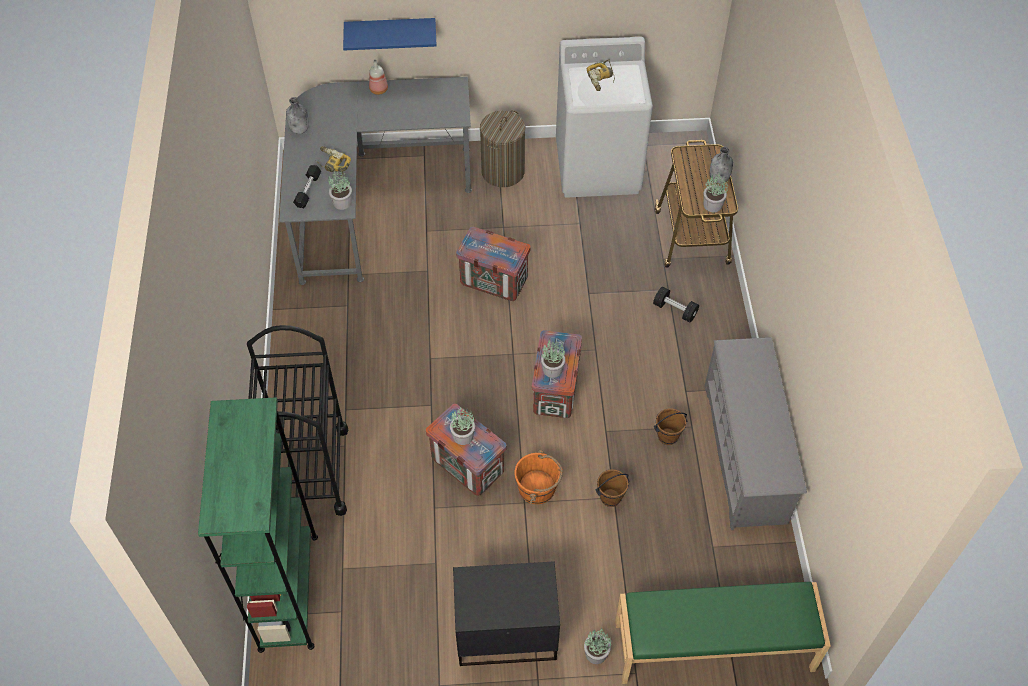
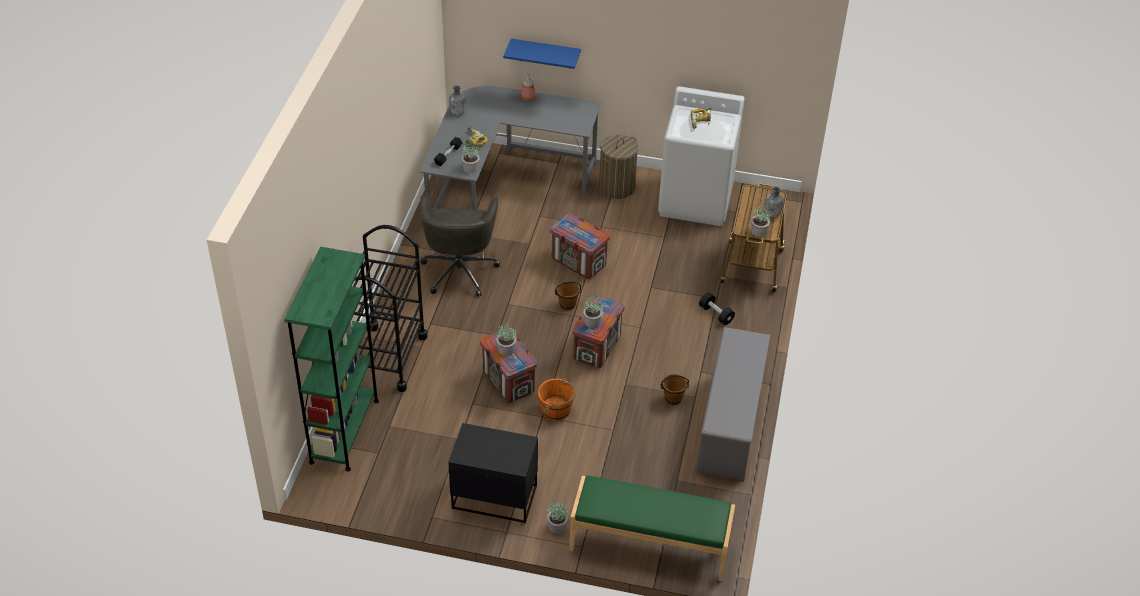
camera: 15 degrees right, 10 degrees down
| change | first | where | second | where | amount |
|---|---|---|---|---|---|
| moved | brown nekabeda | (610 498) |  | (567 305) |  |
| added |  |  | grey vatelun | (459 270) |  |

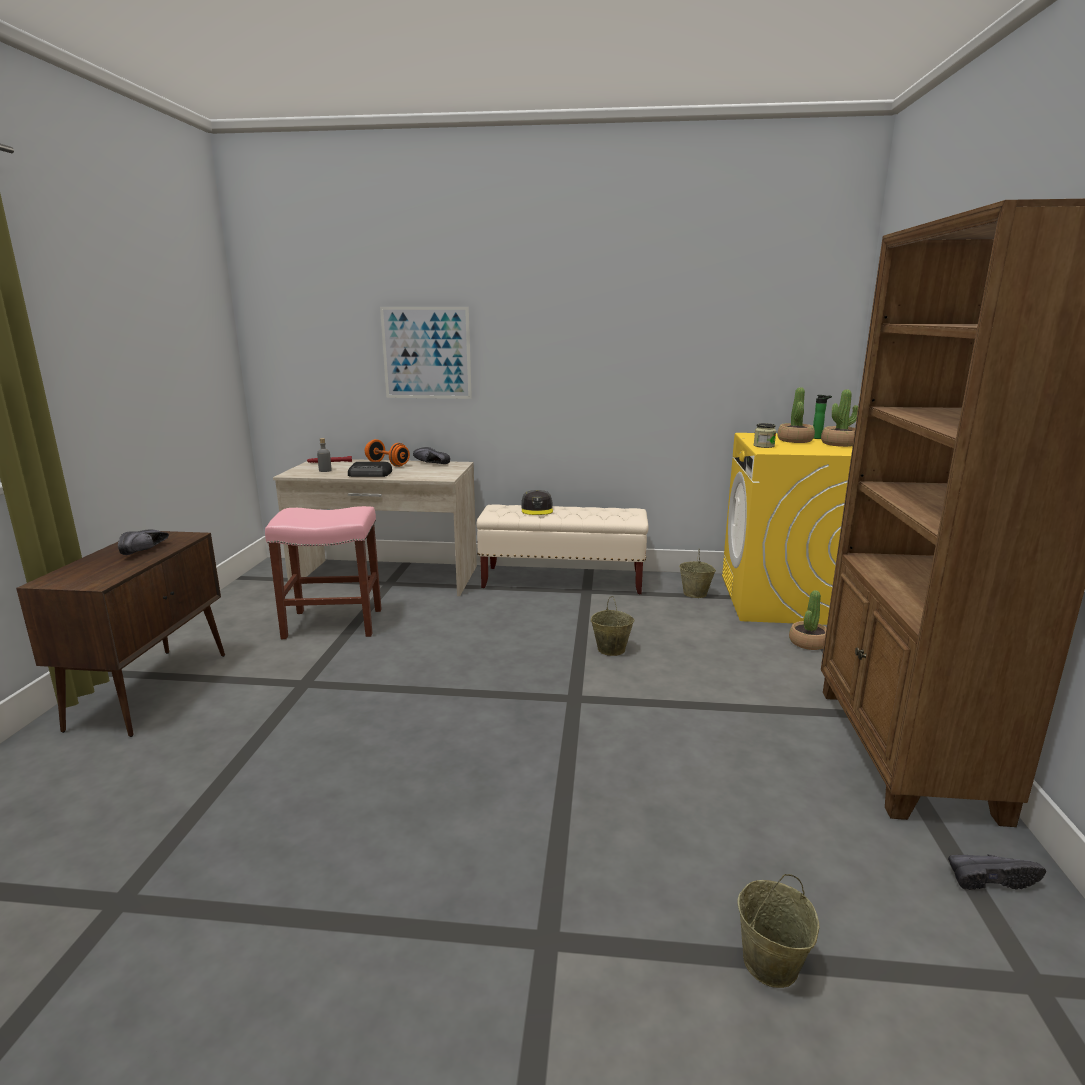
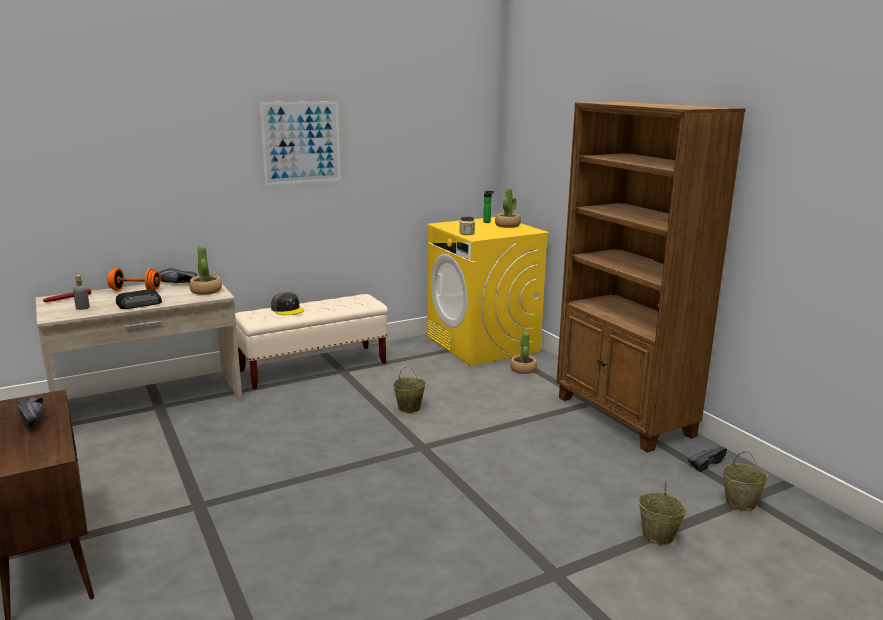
camera: 35 degrees left, 0 degrees up
| change | first | where | second | where | amount |
|---|---|---|---|---|---|
| moved | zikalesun | (426 353) |  | (301 142) |  |
| moved | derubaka | (795 440) |  | (206 291) |  |
| removed | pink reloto | (332 624) |  |  |  |
| moved | beige nekabeda | (695 594) |  | (741 503) |  |

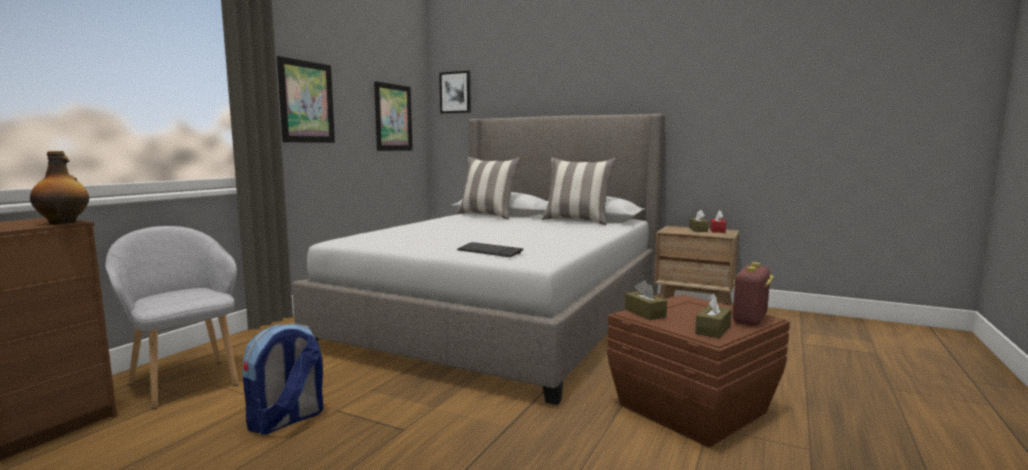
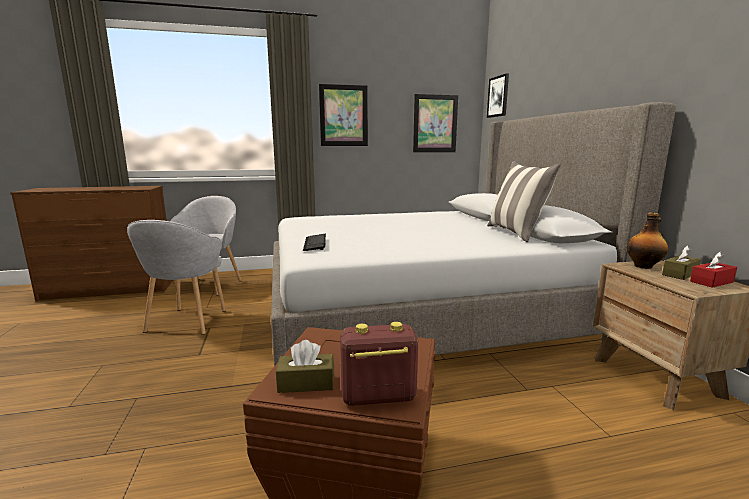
camera: 50 degrees right, 5 degrees up
| change | first | where | second | where | amount |
|---|---|---|---|---|---|
| moved | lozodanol | (64 223) |  | (644 266) |  |
| removed | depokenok | (488 216) |  |  |  |
| removed | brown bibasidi | (645 313) |  |  |  |
| replaced | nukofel | (286 420) | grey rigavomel | (186 322) |  |

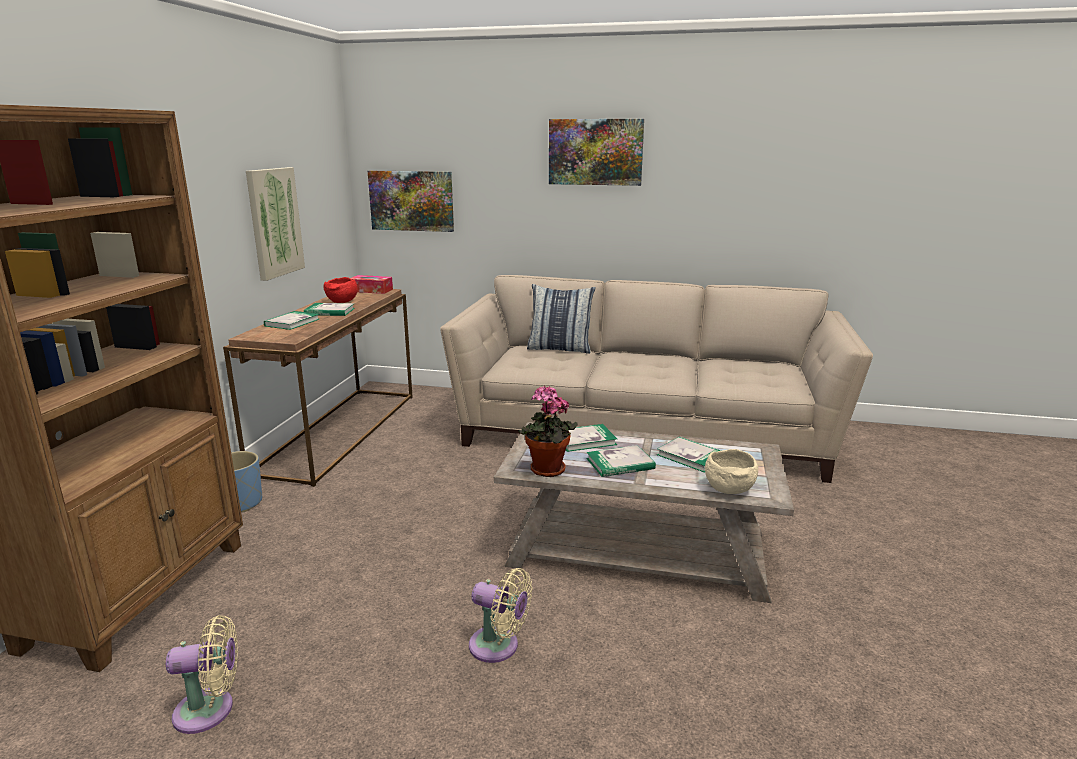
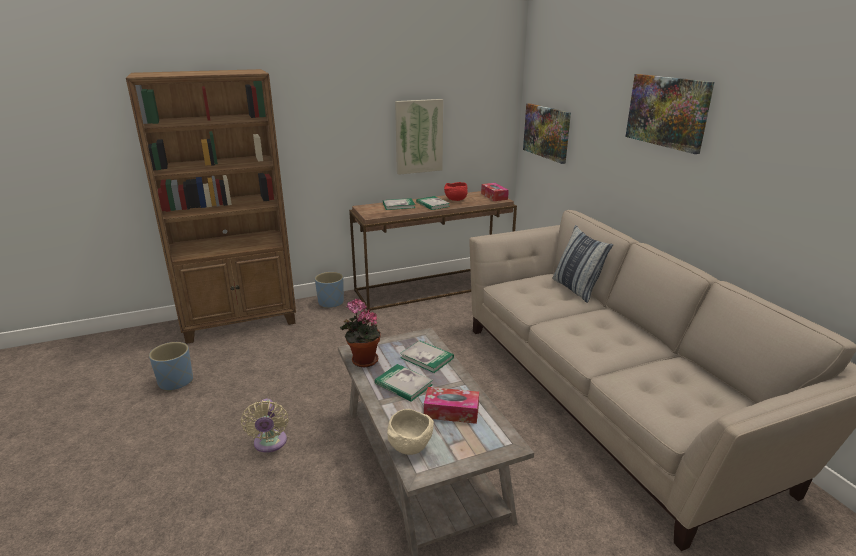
camera: 55 degrees right, 5 degrees up
| change | first | where | second | where | amount |
|---|---|---|---|---|---|
| replaced | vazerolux | (691 456) | bibasidi | (451 412) |  |
| replaced | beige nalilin | (210 710) | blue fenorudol | (176 381) |  |

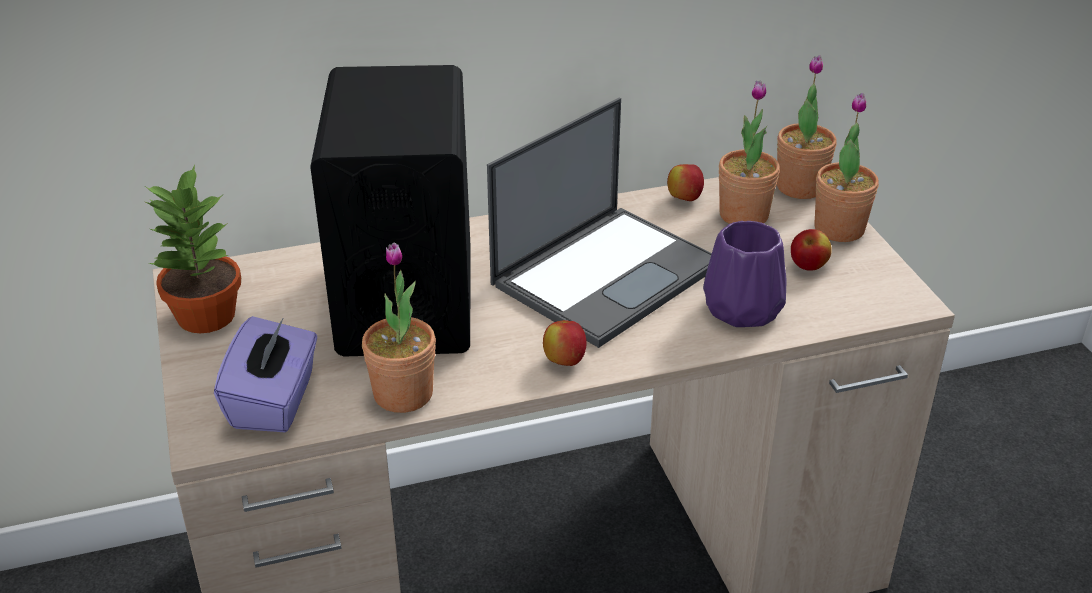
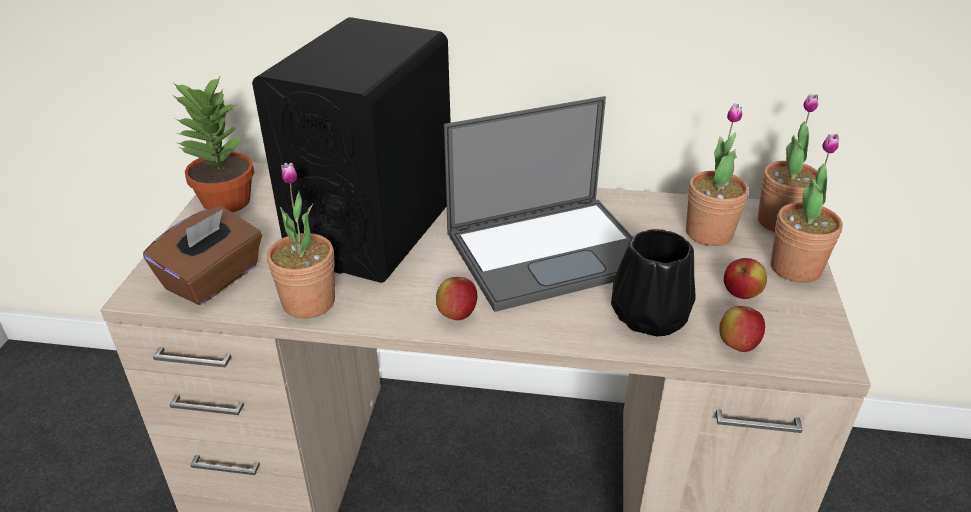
camera: 25 degrees right, 0 degrees up
| change | first | where | second | where | amount |
|---|---|---|---|---|---|
| moved | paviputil | (684 198) |  | (737 345) |  |
| recoloured | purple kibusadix | (744 309) | black kibusadix | (652 316) |  |
| recoloured | purple bibasidi | (274 401) | brown bibasidi | (214 278) |  |

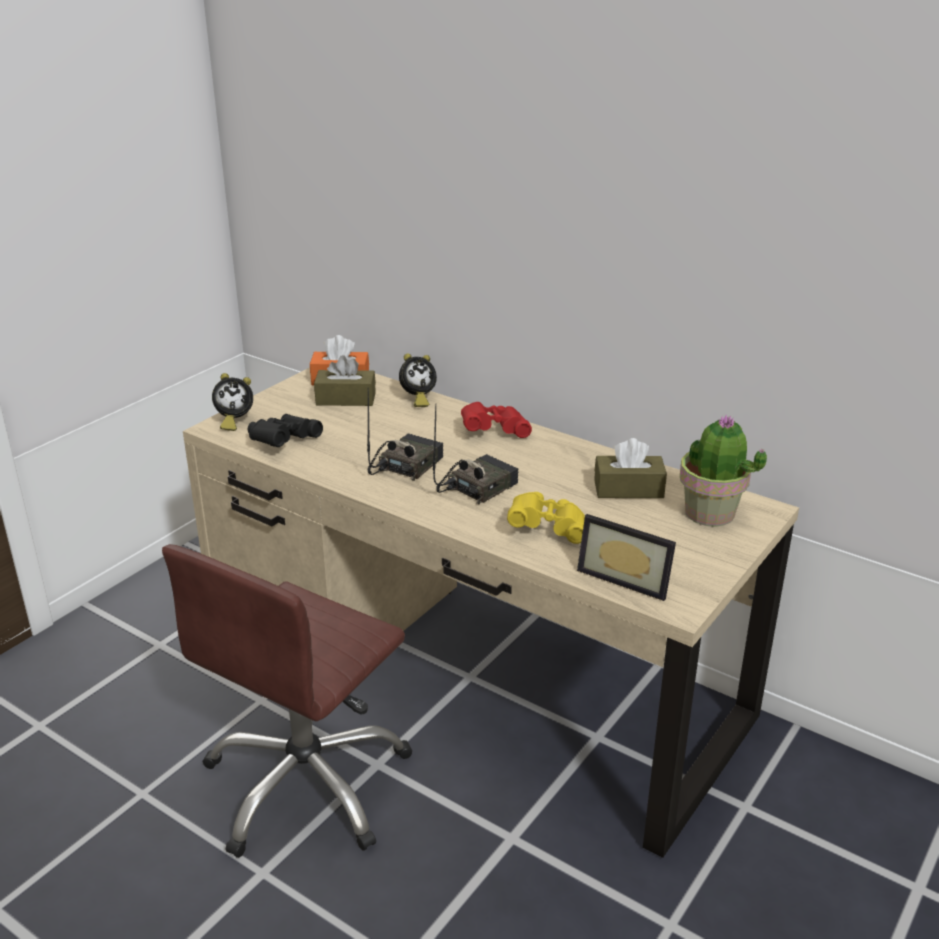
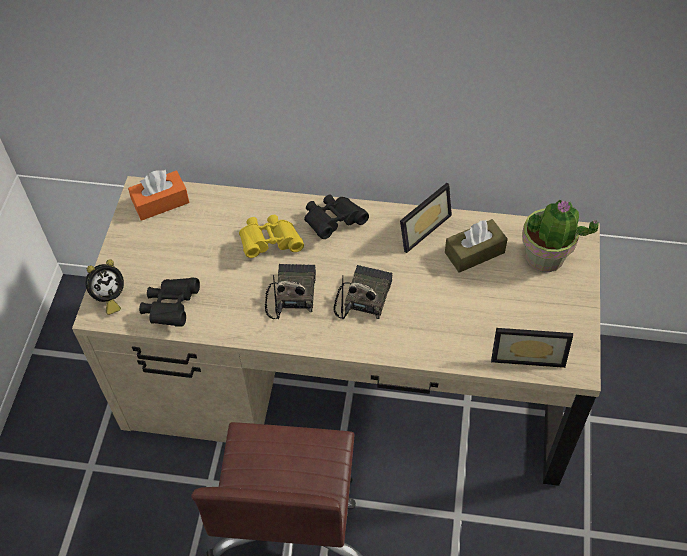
camera: 25 degrees left, 25 degrees up
| change | first | where | second | where | amount |
|---|---|---|---|---|---|
| removed | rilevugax | (417 399) |  |  |  |
| removed | brown bibasidi | (346 399) |  |  |  |
| recoloured | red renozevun | (494 431) | black renozevun | (333 222) |  |
| moved | yellow renozevun | (548 529) |  | (270 243) |  |
| added |  |  | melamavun | (420 227) |  |

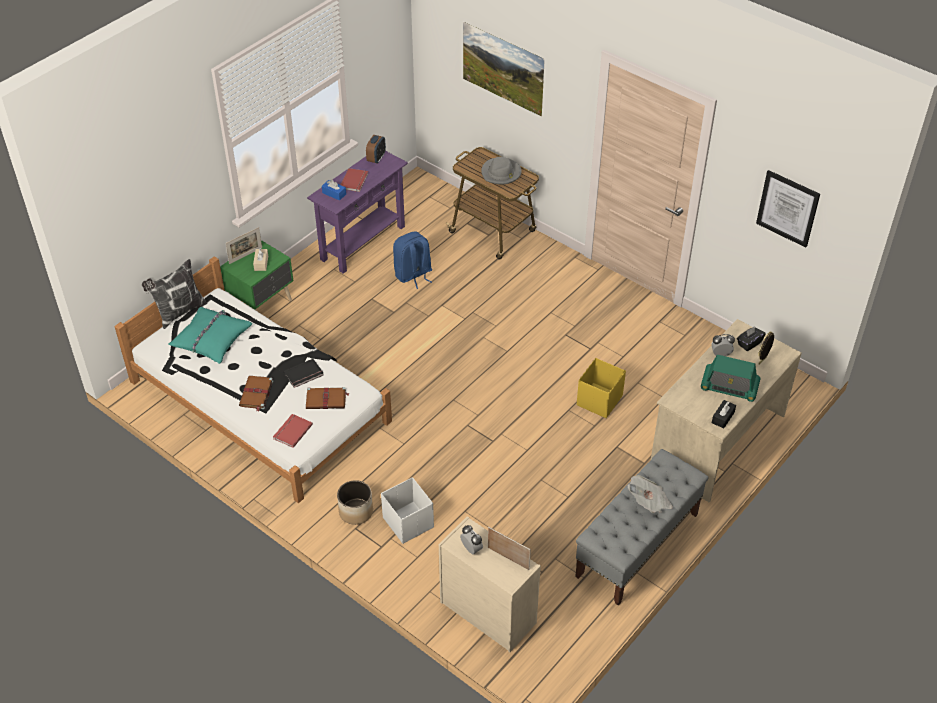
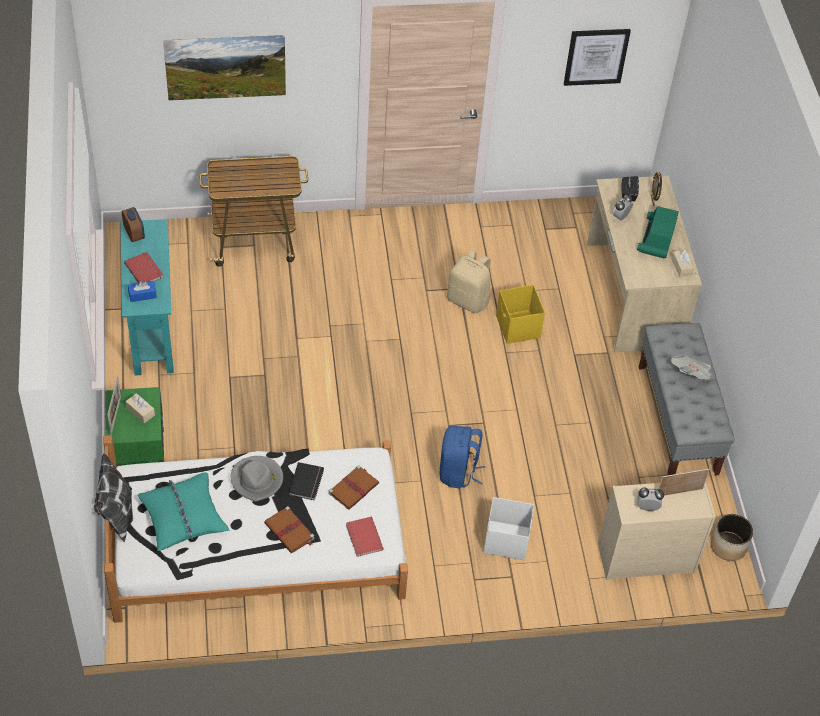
camera: 50 degrees left, 5 degrees up
| change | first | where | second | where | amount |
|---|---|---|---|---|---|
| recoloured | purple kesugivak | (363 243) | turquoise kesugivak | (153 331) |  |
| moved | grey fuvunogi | (501 173) |  | (257 479) |  |
| moved | blue nukofel | (413 275) |  | (458 472) |  |
| turned | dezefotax | (729 386) |  | (656 239) | 135 degrees clockwise |
| recoloured | black bibasidi | (723 417) | beige bibasidi | (681 267) |  |
| moved | fenorudol | (355 512) |  | (728 546) |  |
| added |  |  | beige nukofel | (468 300) |  |

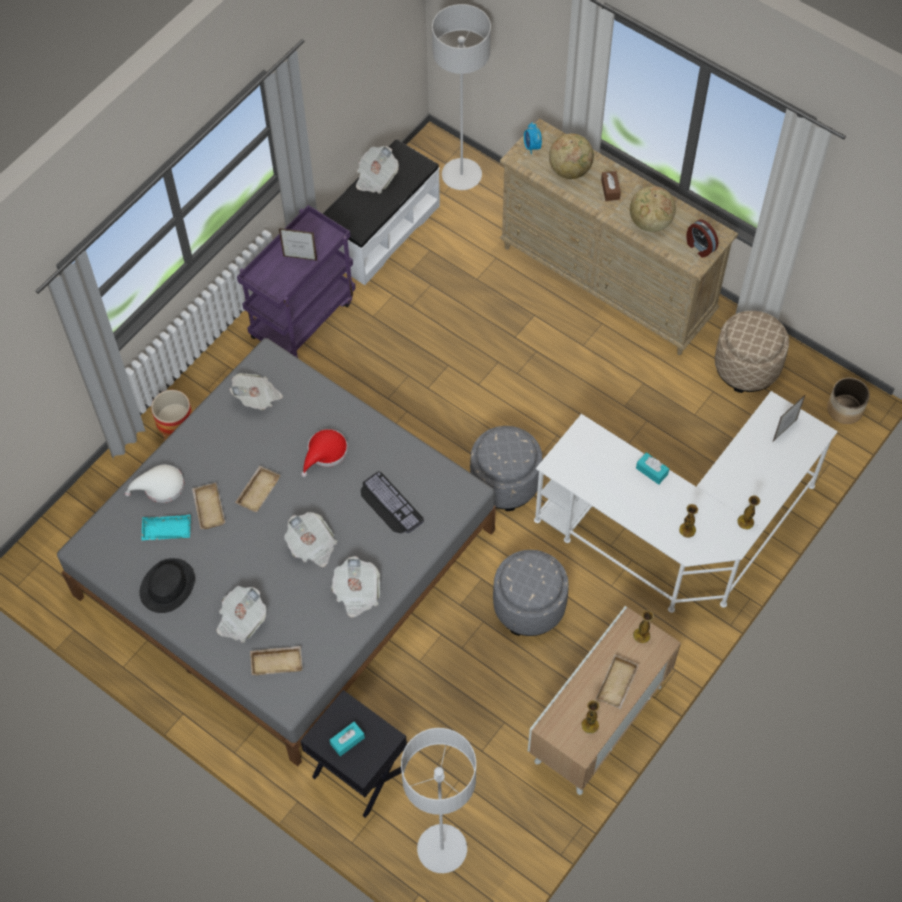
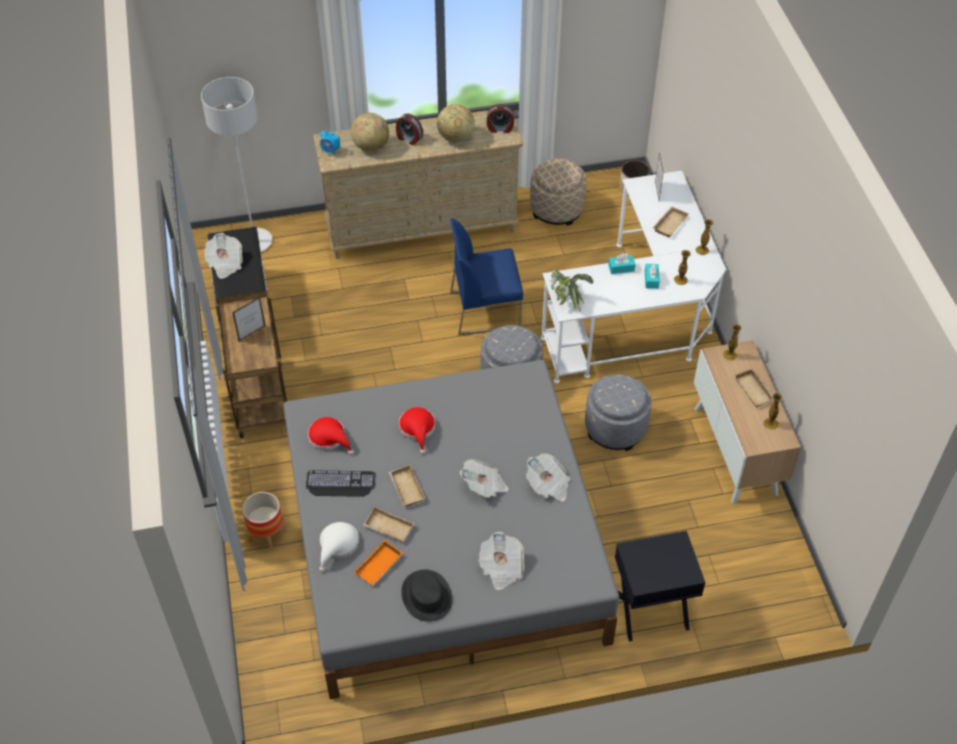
camera: 50 degrees left, 10 degrees down
| change | first | where | second | where | amount |
|---|---|---|---|---|---|
| replaced | brown bibasidi | (610 189) | rilevugax | (409 138) |  |
| recoloured | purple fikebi | (303 317) | brown fikebi | (259 398) |  |
| replaced | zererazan | (257 398) | red fuvunogi | (329 438) |  |
| moved | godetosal | (388 504) |  | (339 484) |  |
| recoloured | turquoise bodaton | (166 531) | orange bodaton | (379 566) |  |
| moved | beige bodaton | (277 661) |  | (669 223) |  |
| moved | turquoise bibasidi | (347 741) |  | (651 279) |  |
| removed | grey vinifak | (442 849) |  |  |  |
| added |  |  | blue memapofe | (485 309) |  |
| added |  |  | derubaka | (567 299) |  |

